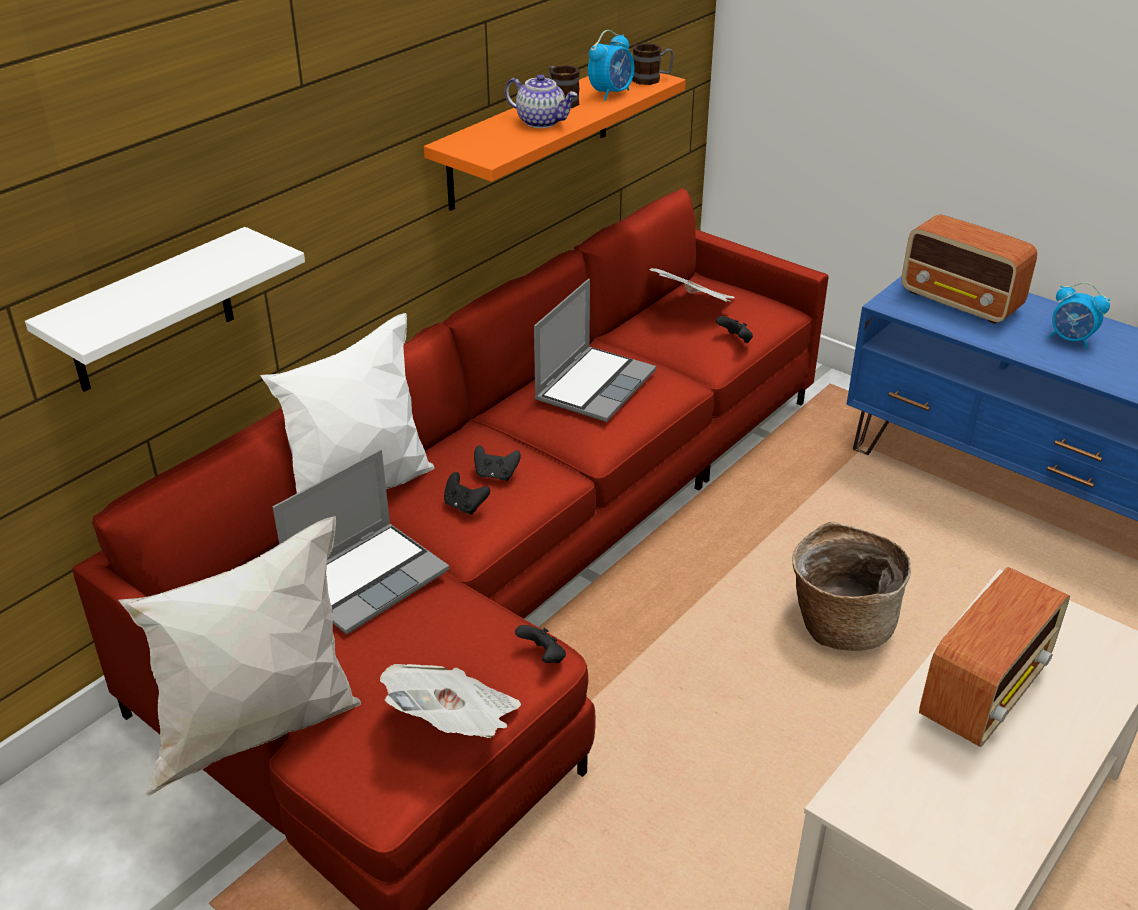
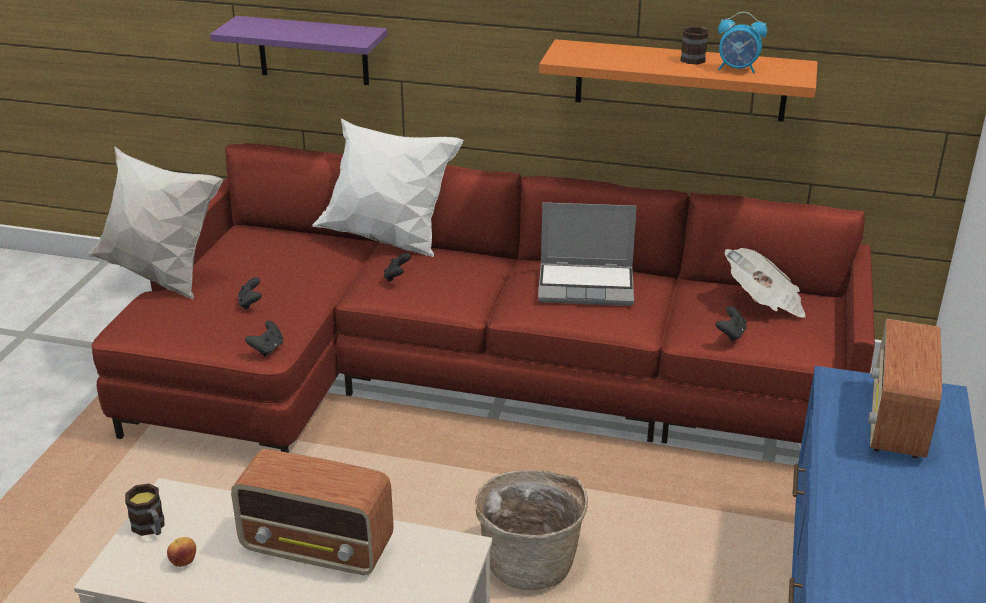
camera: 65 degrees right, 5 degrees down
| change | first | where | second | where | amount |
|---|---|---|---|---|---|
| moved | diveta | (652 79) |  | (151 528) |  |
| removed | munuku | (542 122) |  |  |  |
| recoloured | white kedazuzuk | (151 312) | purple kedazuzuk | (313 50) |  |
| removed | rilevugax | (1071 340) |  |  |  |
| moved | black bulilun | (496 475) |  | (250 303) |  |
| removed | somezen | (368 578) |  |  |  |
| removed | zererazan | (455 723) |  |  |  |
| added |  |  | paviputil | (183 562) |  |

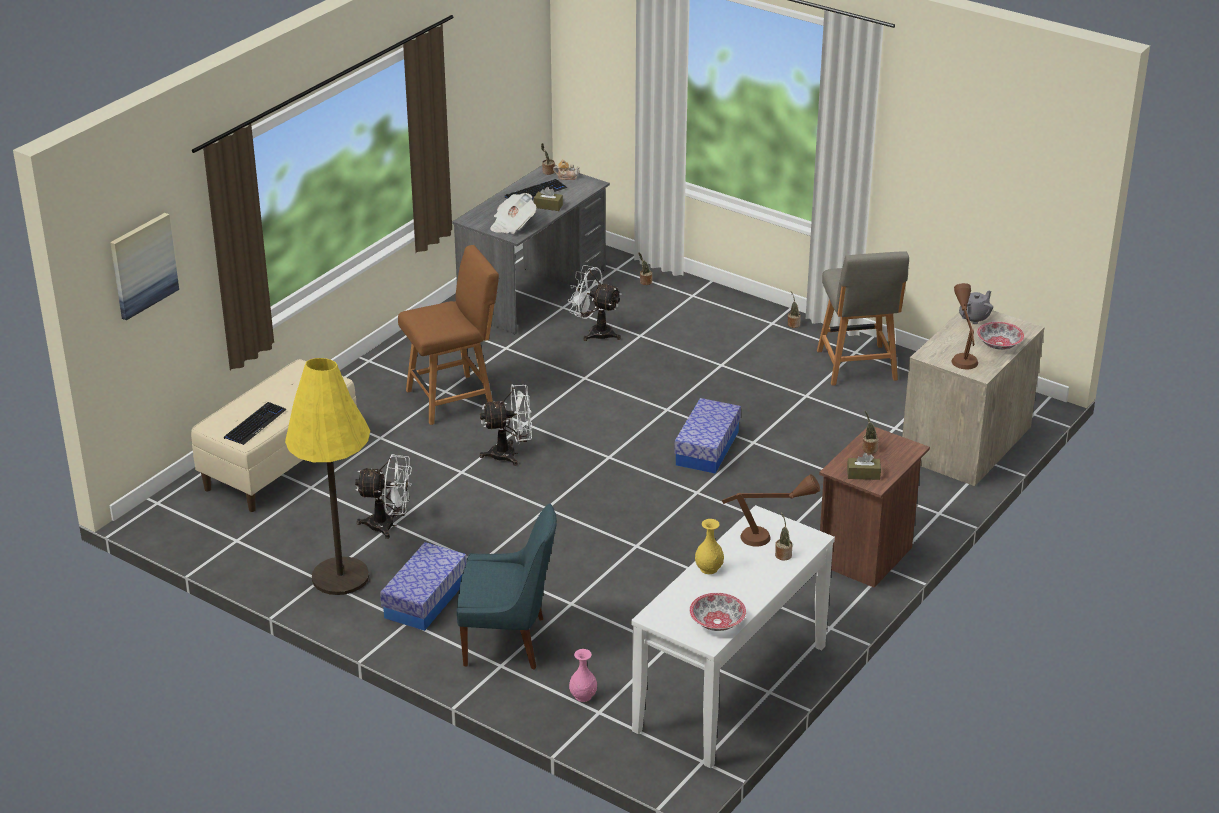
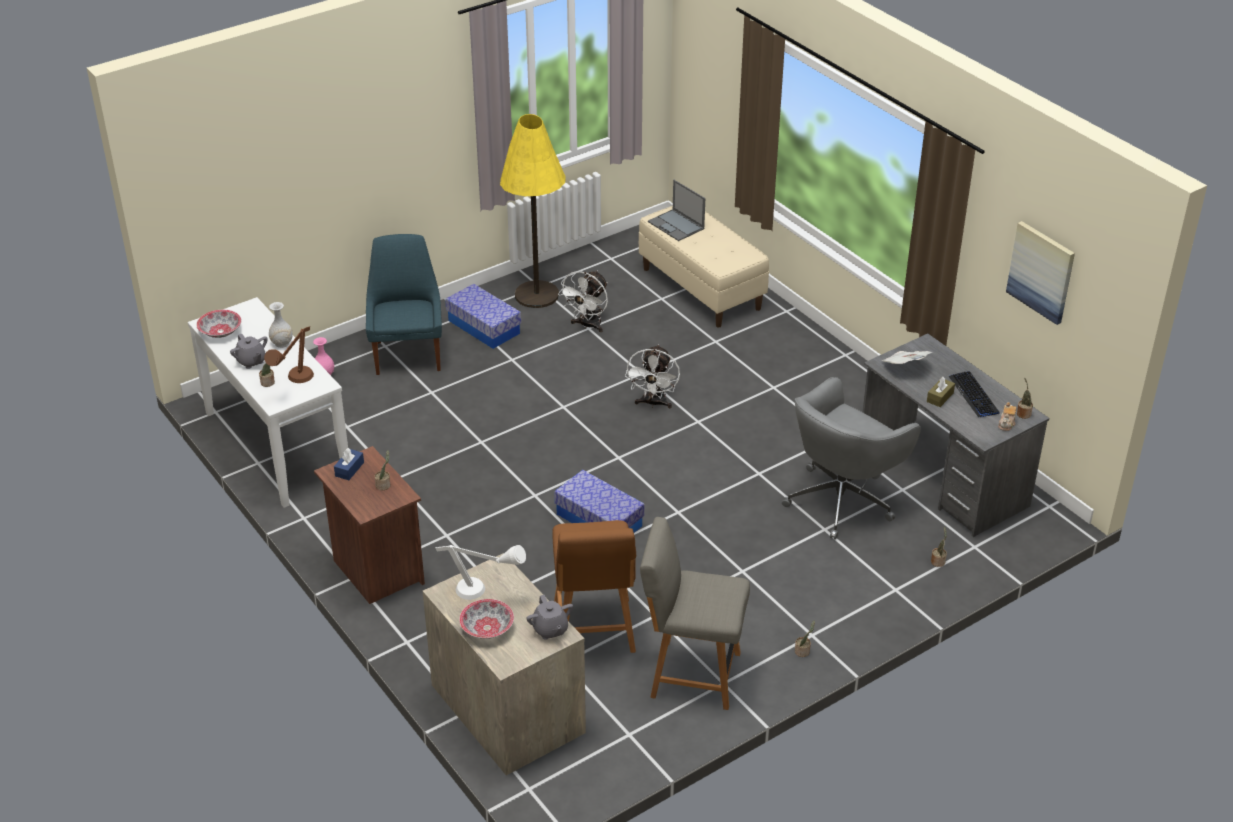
camera: 110 degrees right, 5 degrees up
| change | first | where | second | where | amount |
|---|---|---|---|---|---|
| moved | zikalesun | (143 265) |  | (1041 272) |  |
| moved | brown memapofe | (453 398) |  | (594 630) |  |
| replaced | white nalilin | (595 332) | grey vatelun | (842 499) |  |
| recoloured | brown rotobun | (962 354) | white rotobun | (484 592) |  |
| replaced | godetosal | (255 424) | somezen | (676 225) |  |
| recoloured | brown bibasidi | (863 474) | blue bibasidi | (349 469) |  |
| turned | blue memapofe | (508 642) |  | (408 354) | 150 degrees clockwise |
| recoloured | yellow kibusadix | (709 568) | white kibusadix | (282 343) |  |
| added |  |  | grey munuku | (251 361) |  |

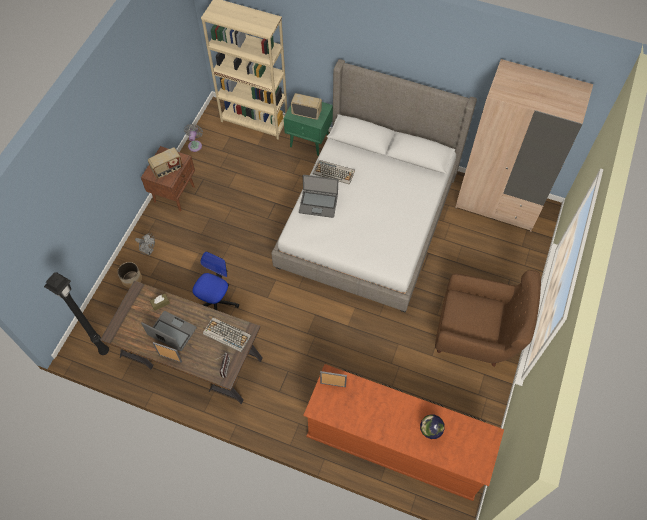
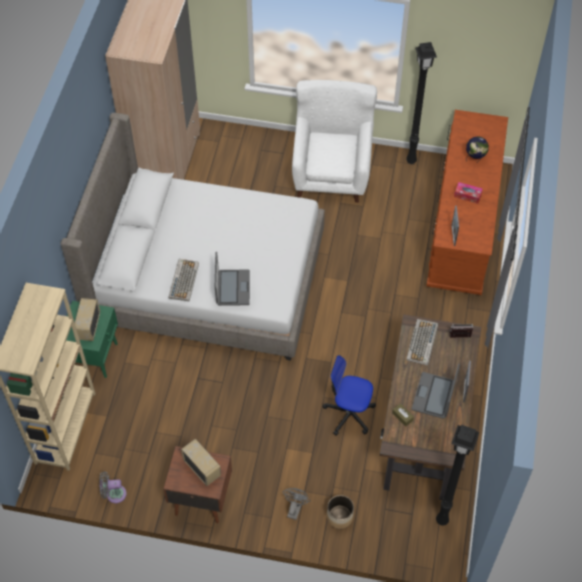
camera: 100 degrees left, 5 degrees down
| change | first | where | second | where | amount |
|---|---|---|---|---|---|
| recoloured | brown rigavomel | (476 335) | white rigavomel | (331 172) |  |
| added |  |  | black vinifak | (412 161) |  |
| added |  |  | bibasidi | (467 195) |  |

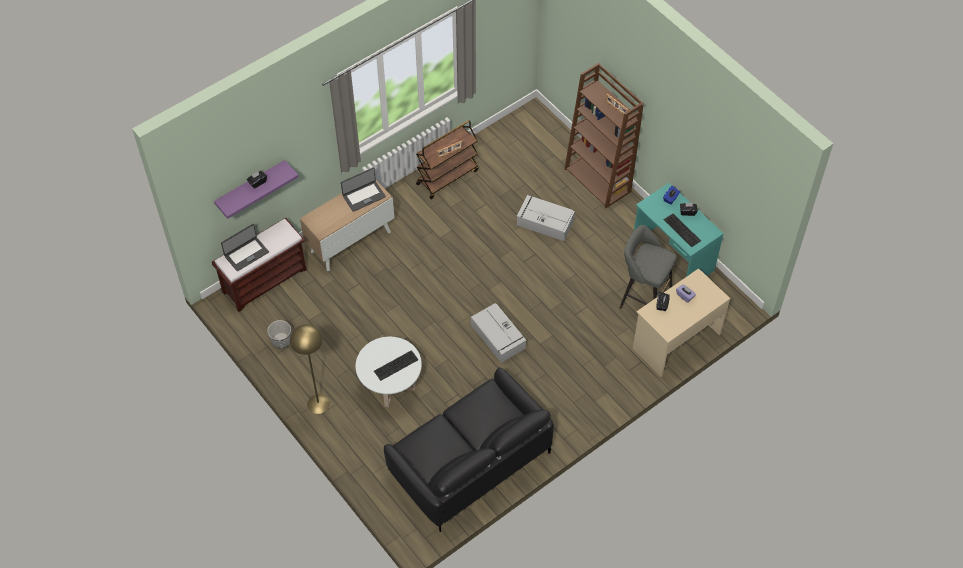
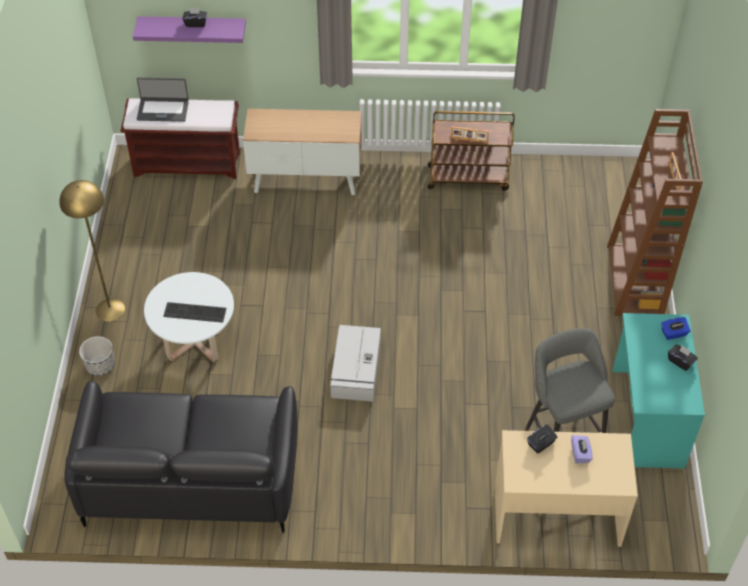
camera: 40 degrees right, 5 degrees down
| change | first | where | second | where | amount |
|---|---|---|---|---|---|
| removed | somezen | (363 196) |  |  |  |
| removed | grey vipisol | (544 222) |  |  |  |
| removed | godetosal | (683 230) |  |  |  |
| moved | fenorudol | (281 340) |  | (100 365) |  |

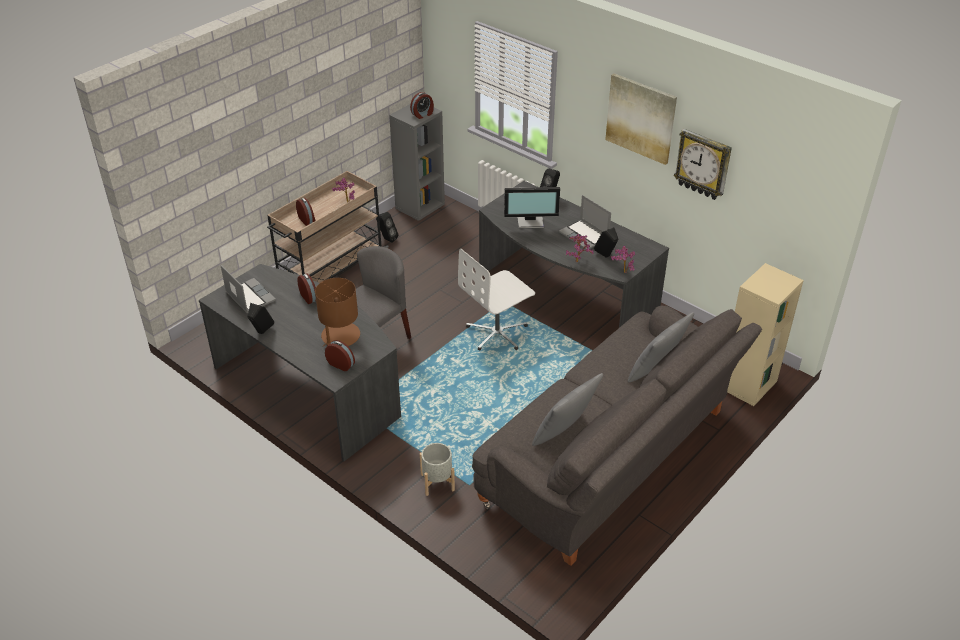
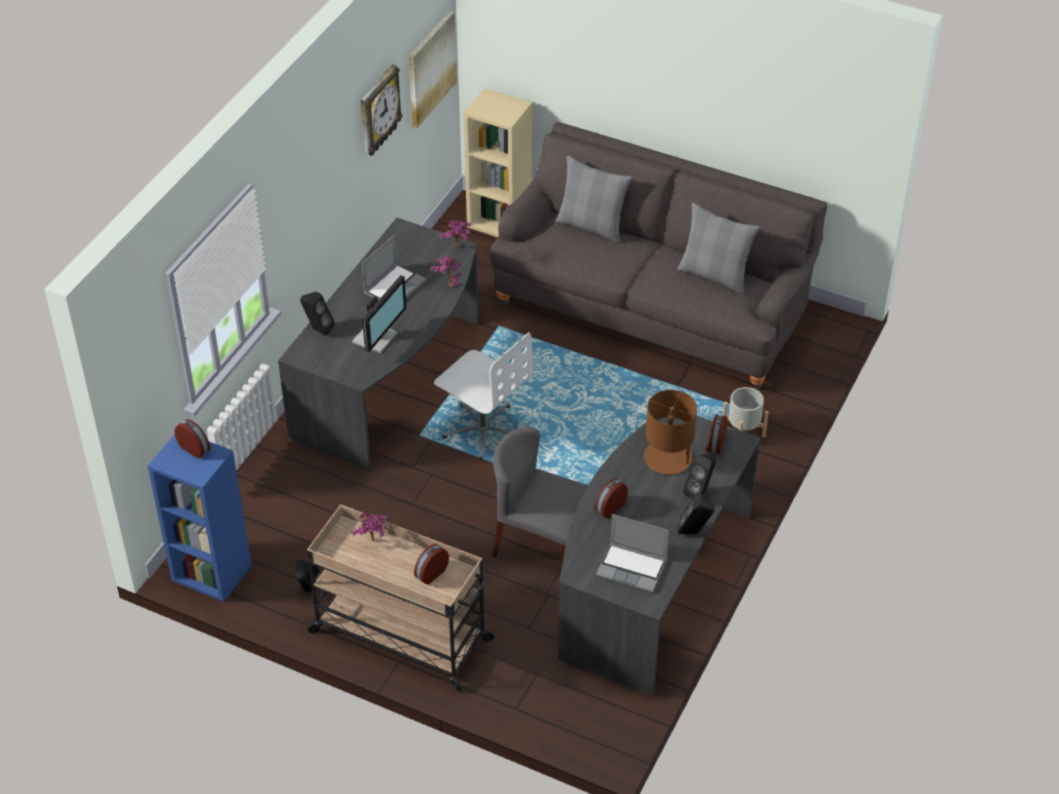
camera: 105 degrees left, 5 degrees up
| change | first | where | second | where | amount |
|---|---|---|---|---|---|
| moved | zikalesun | (641 118) |  | (431 68) |  |
| recoloured | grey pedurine | (420 206) | blue pedurine | (210 573) |  |
| turned | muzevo | (530 221) |  | (377 338) | 45 degrees clockwise |
| moved | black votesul | (606 256) |  | (700 492) |  |
| turned | somezen | (249 297) |  | (632 568) | 105 degrees counterclockwise |

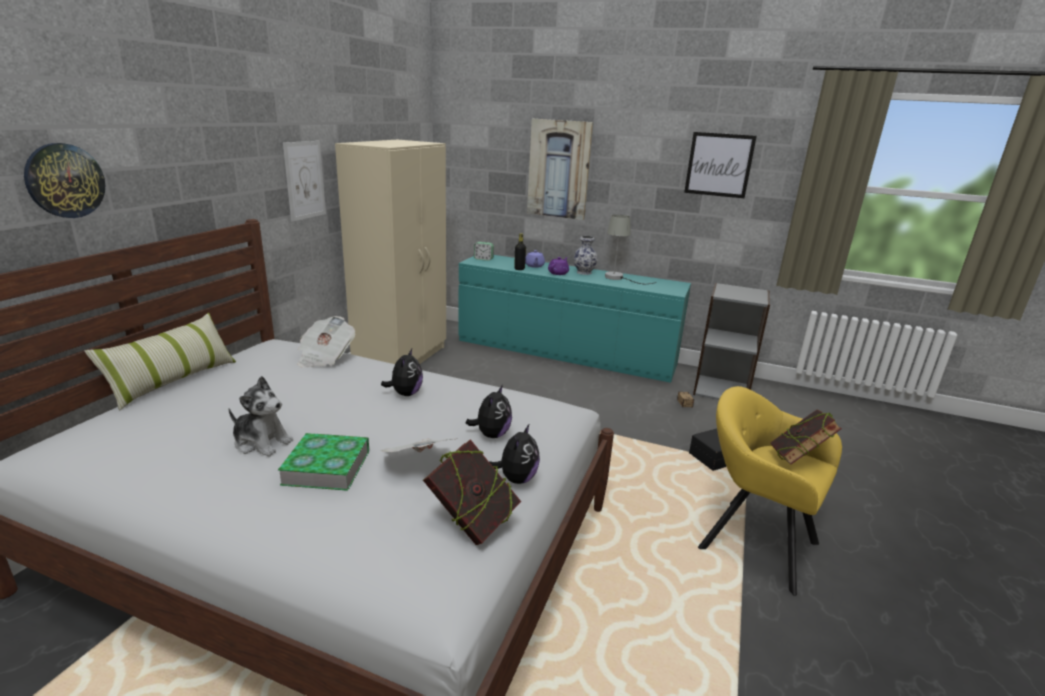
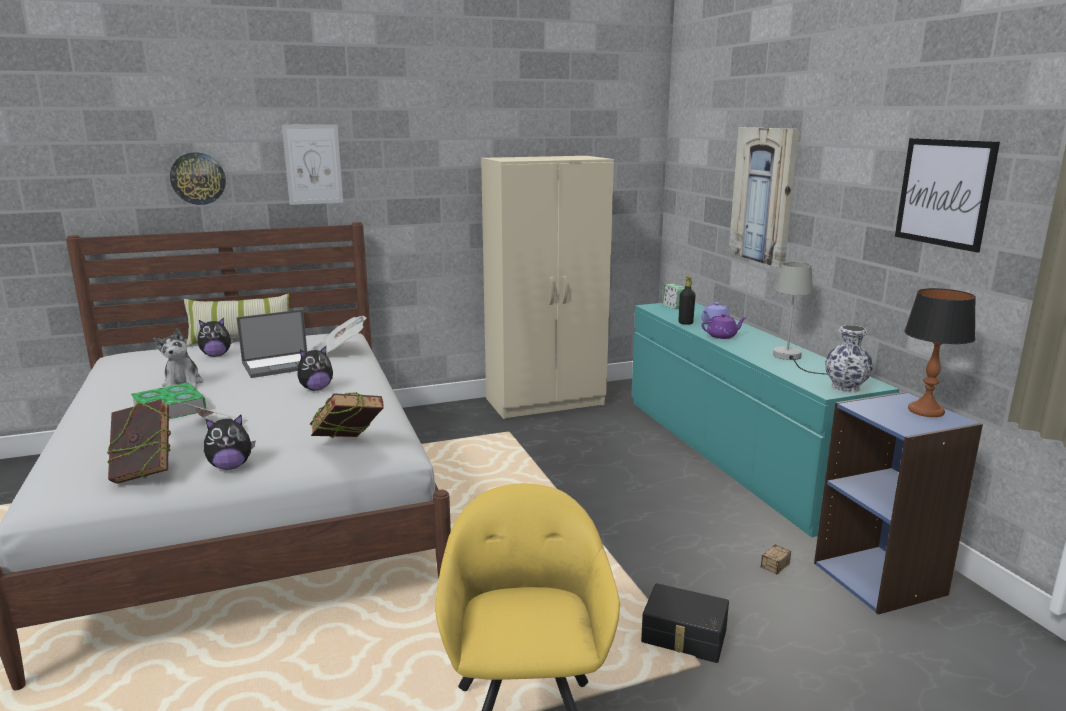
camera: 50 degrees right, 5 degrees down
| change | first | where | second | where | amount |
|---|---|---|---|---|---|
| moved | zikalesun | (305 180) |  | (313 164) |  |
| moved | kibusadix | (584 272) |  | (845 388) |  |
| recoloured | grey pedurine | (721 389) | blue pedurine | (880 578) |  |
| moved | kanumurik | (491 434) |  | (216 355) |  |
| moved | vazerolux | (797 460) |  | (348 447) |  |
| added |  |  | rotobun | (926 411) |  |
| added |  |  | somezen | (281 365) |  |

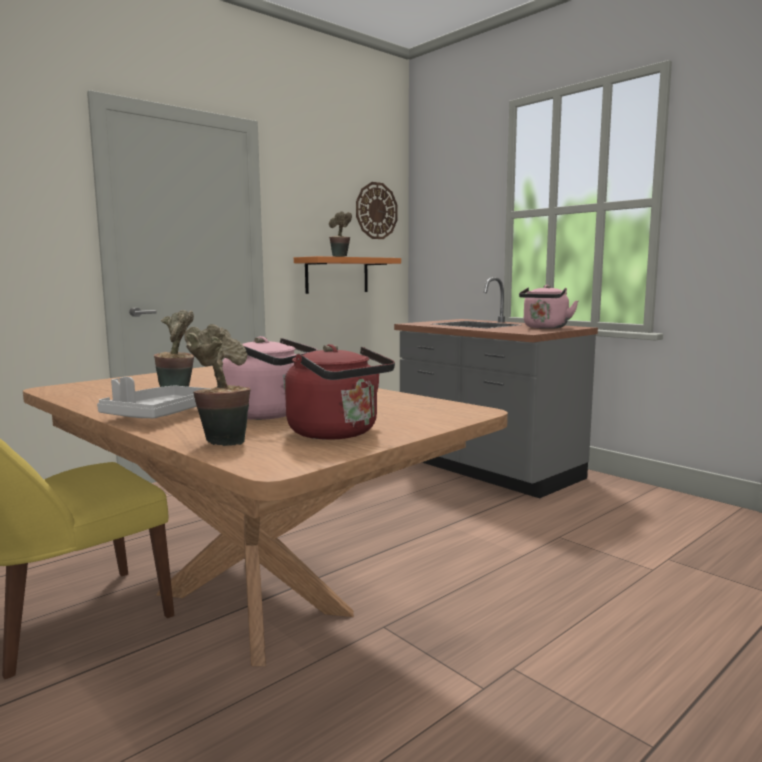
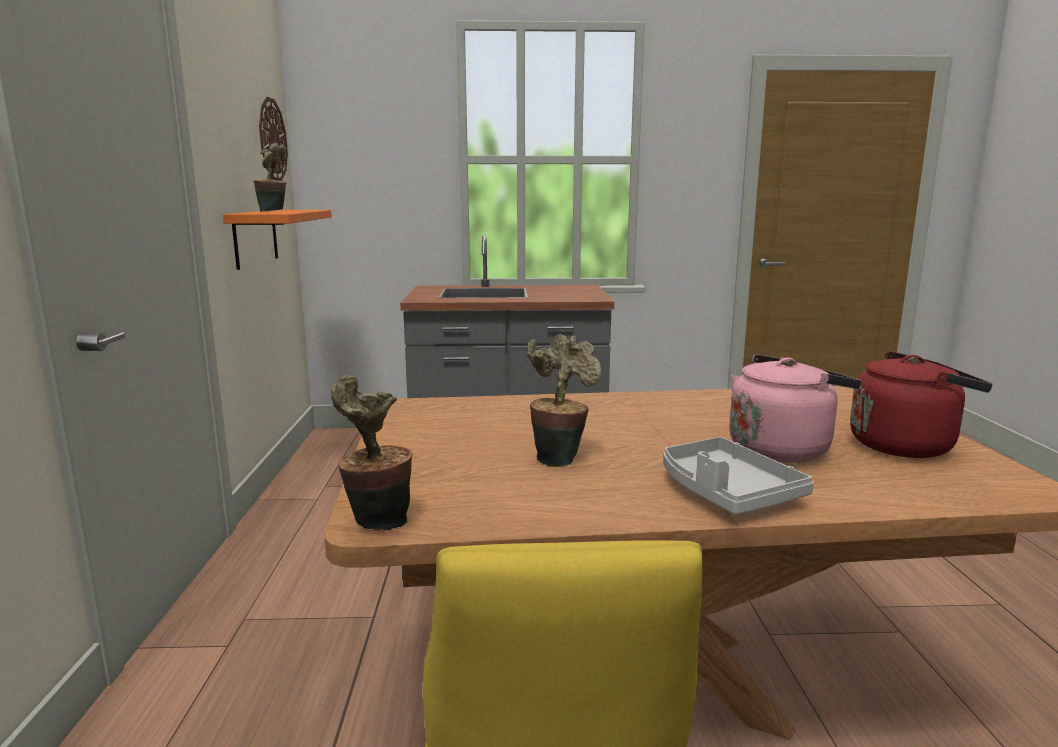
camera: 50 degrees left, 5 degrees up
| change | first | where | second | where | amount |
|---|---|---|---|---|---|
| removed | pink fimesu | (545 328) |  |  |  |
| moved | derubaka | (223 441) |  | (375 522) |  |

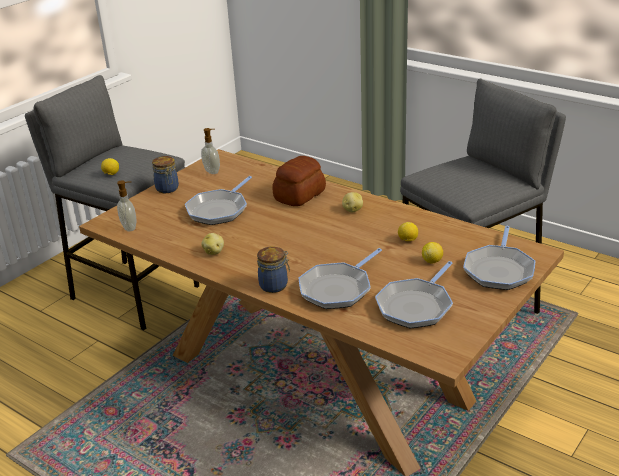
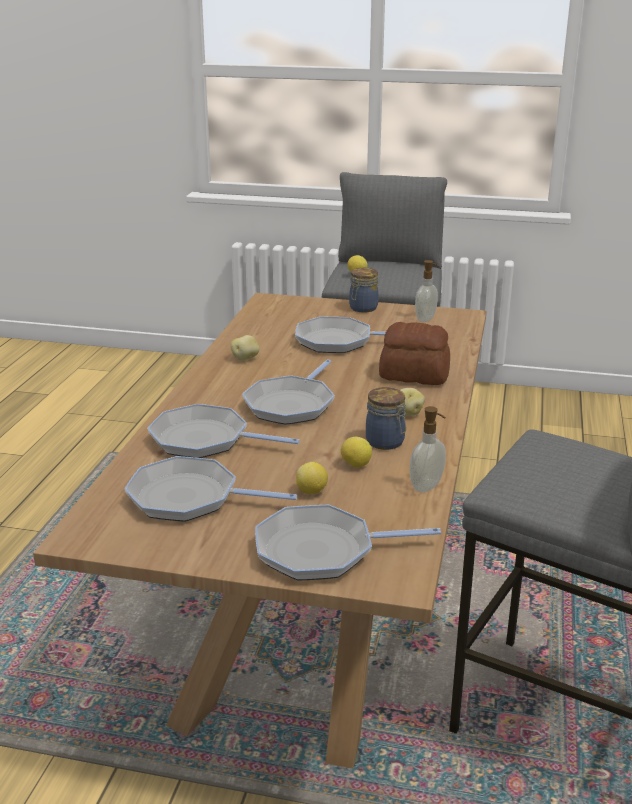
camera: 65 degrees right, 5 degrees down
| change | first | where | second | where | amount |
|---|---|---|---|---|---|
| moved | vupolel | (130 227) |  | (427 486) |  |
| moved | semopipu | (275 285) |  | (386 442) |  |
| added |  |  | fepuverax | (291 404) |  |

